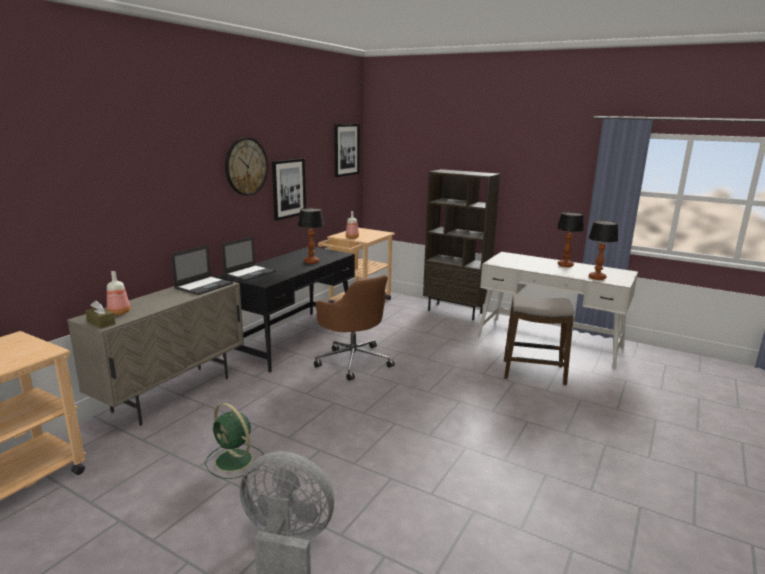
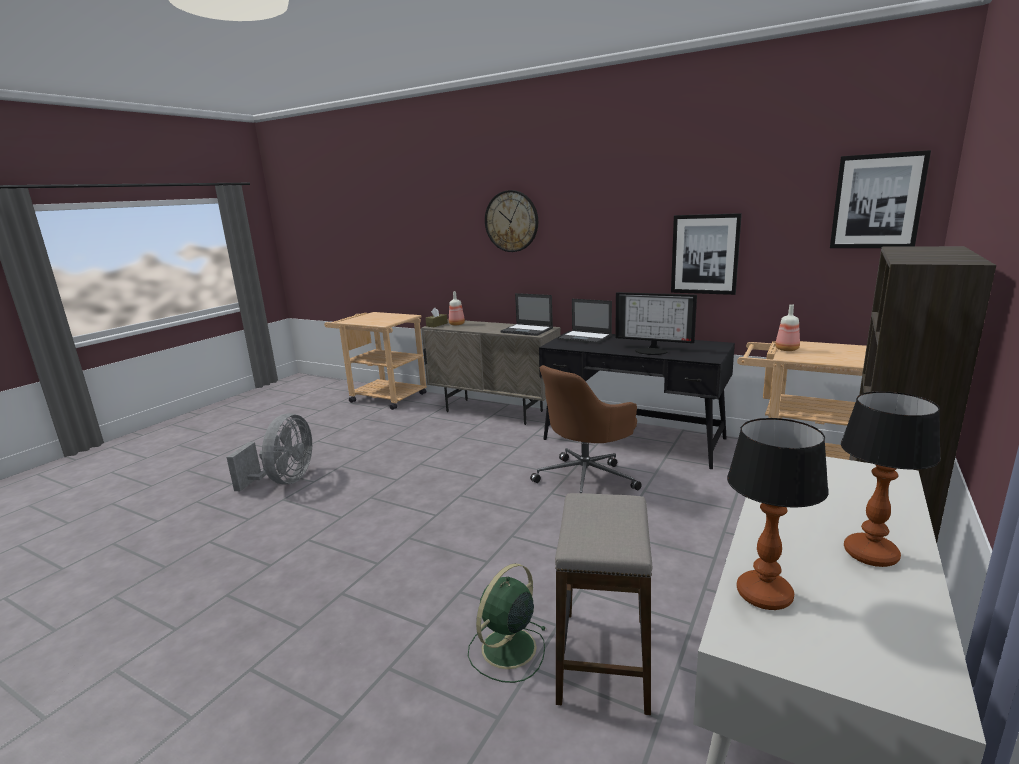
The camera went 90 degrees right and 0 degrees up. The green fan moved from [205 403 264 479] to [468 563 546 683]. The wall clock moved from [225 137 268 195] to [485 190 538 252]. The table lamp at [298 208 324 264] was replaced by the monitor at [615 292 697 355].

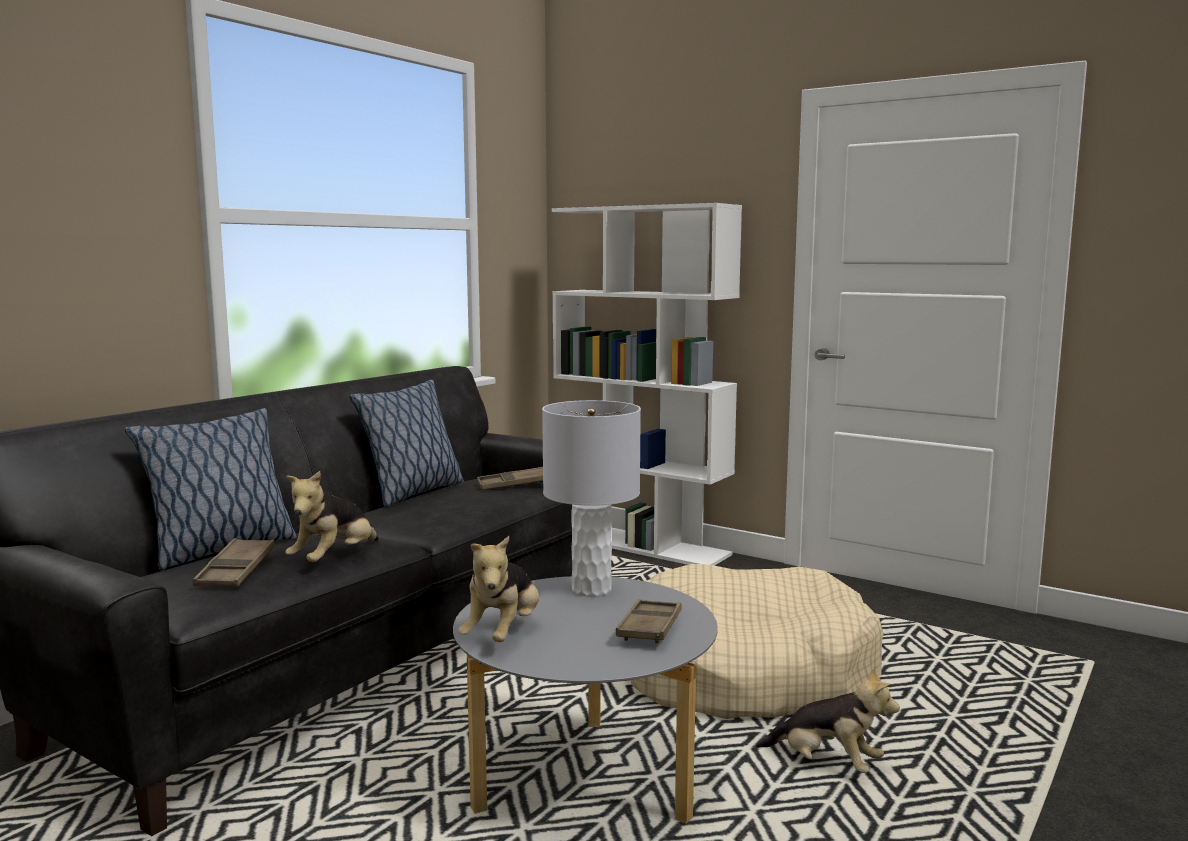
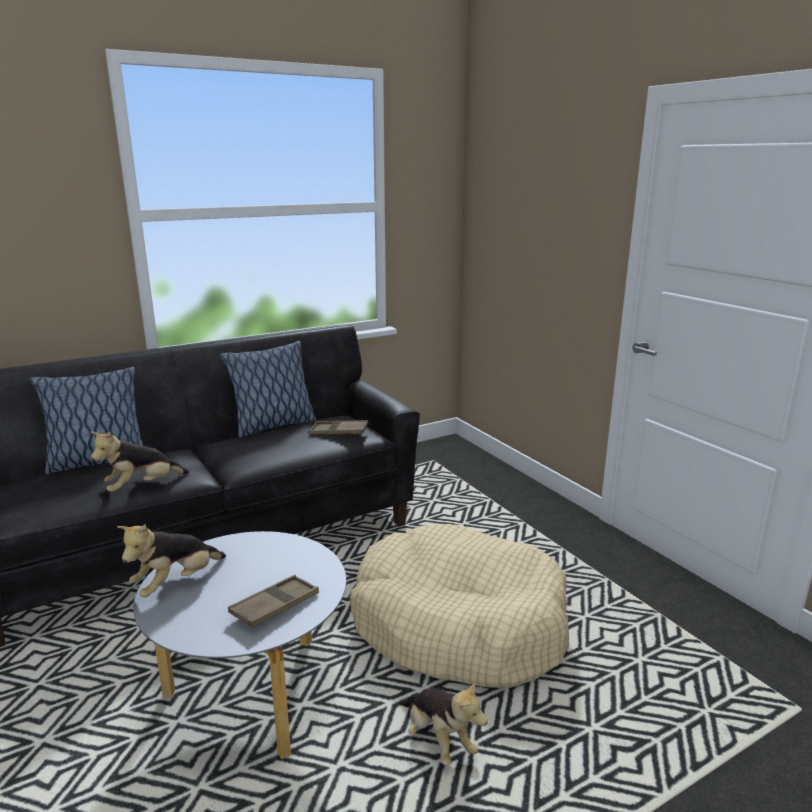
The camera went 25 degrees right and 10 degrees up. The brown tray at [193 538 275 587] disappeared. The grey table lamp at [542 400 641 597] disappeared. The white bookcase at [552 203 742 566] disappeared.

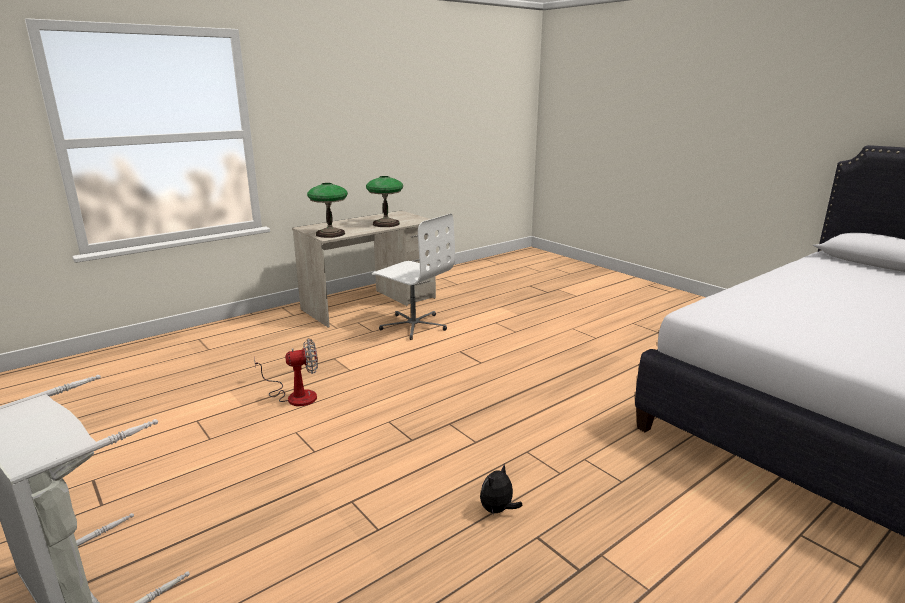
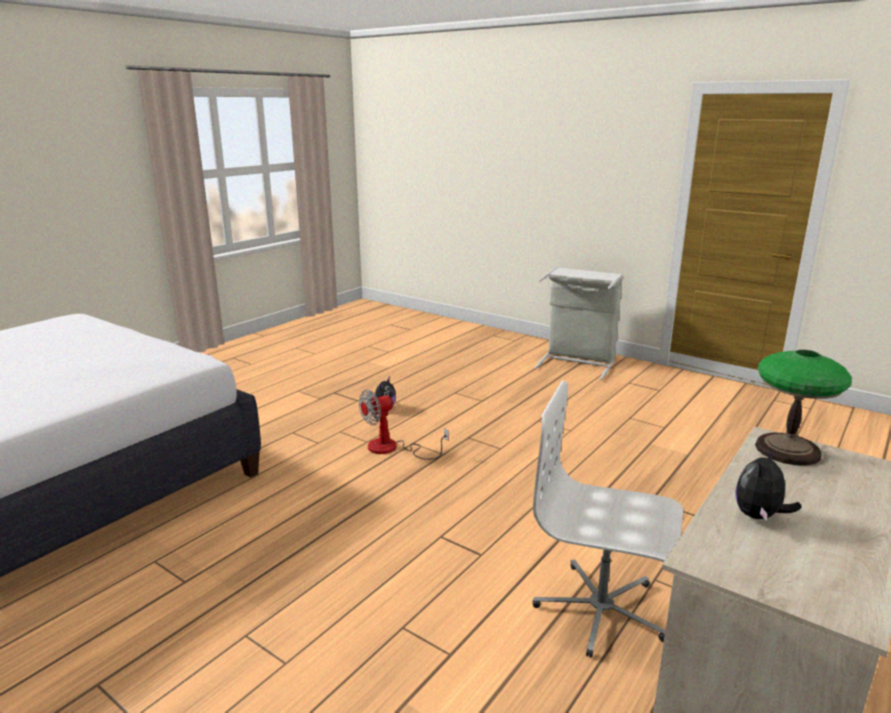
The camera went 165 degrees right and 0 degrees up. The fan moved from [254 339 318 406] to [359 390 449 460]. The table lamp at [366 176 403 227] was replaced by the plush toy at [735 449 801 521].

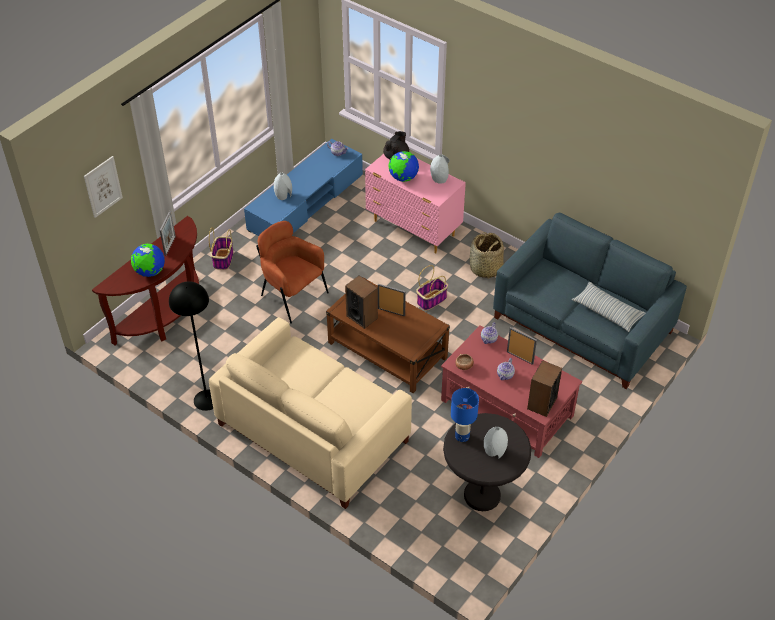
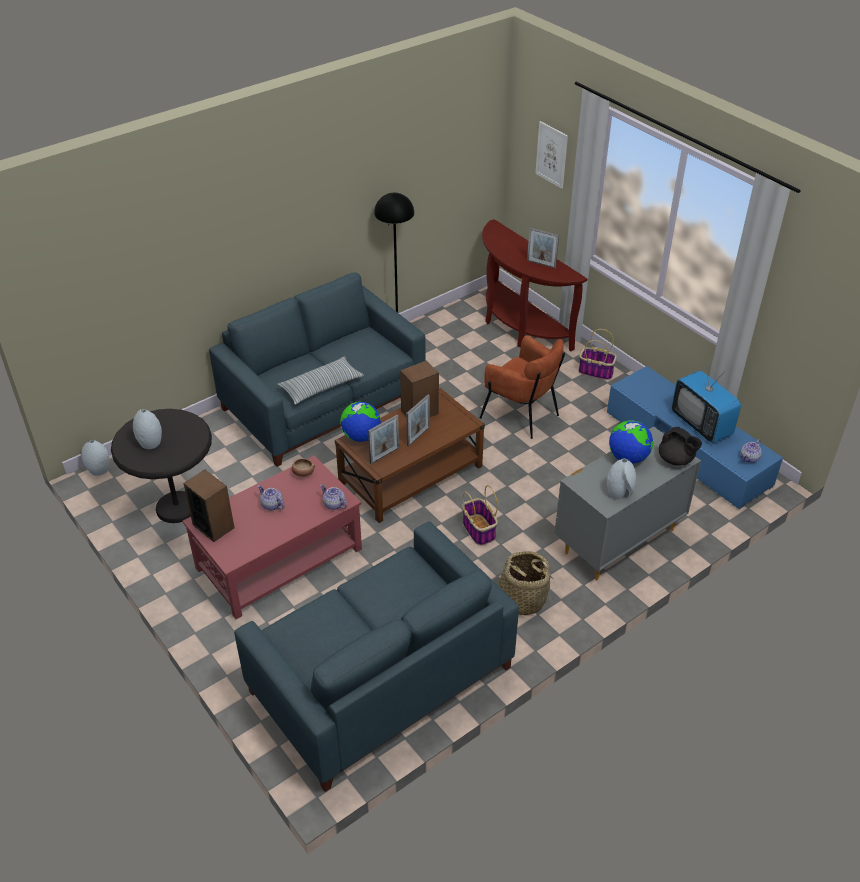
The camera went 105 degrees right and 5 degrees down. The globe moved from [131 244 165 277] to [340 402 381 442]. The beige sofa at [209 317 412 509] became the blue sofa at [209 272 426 467]. The brown armchair at [256 221 329 324] turned 75 degrees clockwise. The grey vase moved from [274 173 292 200] to [81 440 110 476]. The pink dresser at [365 154 466 253] became the grey dresser at [554 426 701 581]. The blue table lamp at [451 388 479 442] disappeared. The picture frame moved from [507 327 537 365] to [368 415 399 464]. The pillow moved from [572 282 646 332] to [277 356 364 404]. The television at [671 357 741 443] appeared.

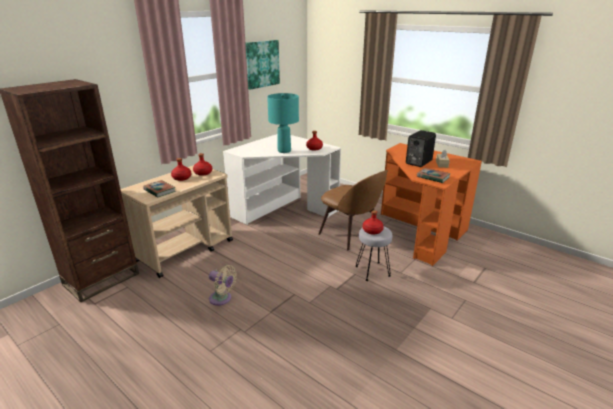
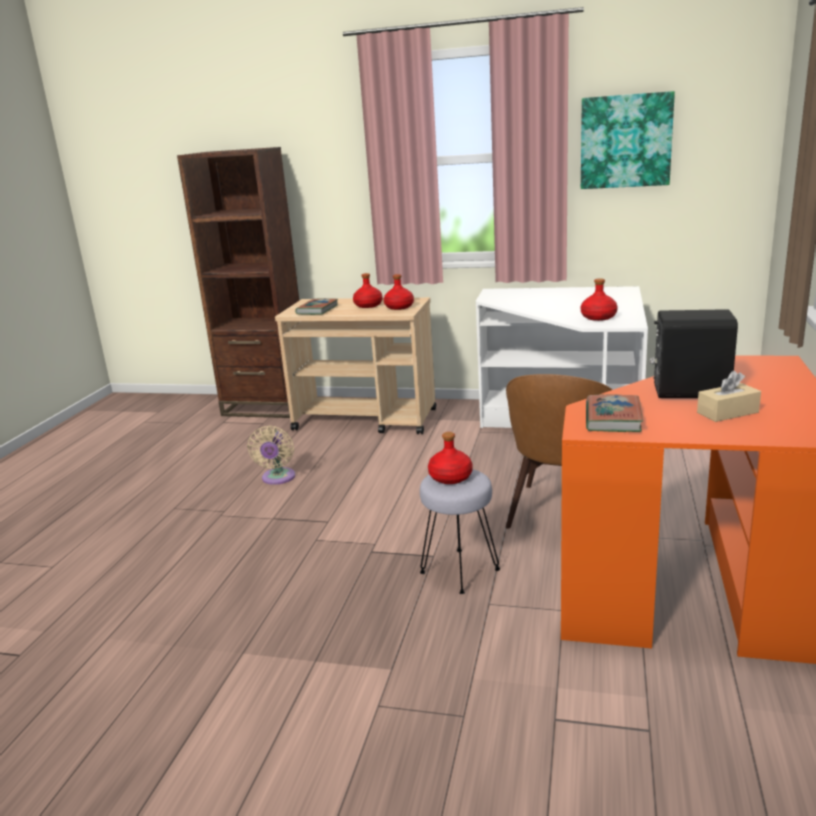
The camera went 65 degrees right and 5 degrees down. The turquoise table lamp at [267 93 299 153] disappeared.

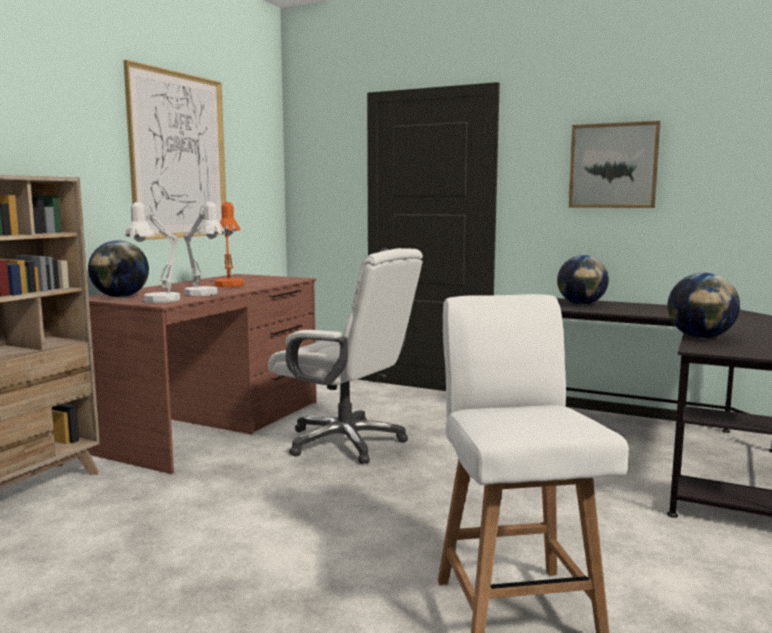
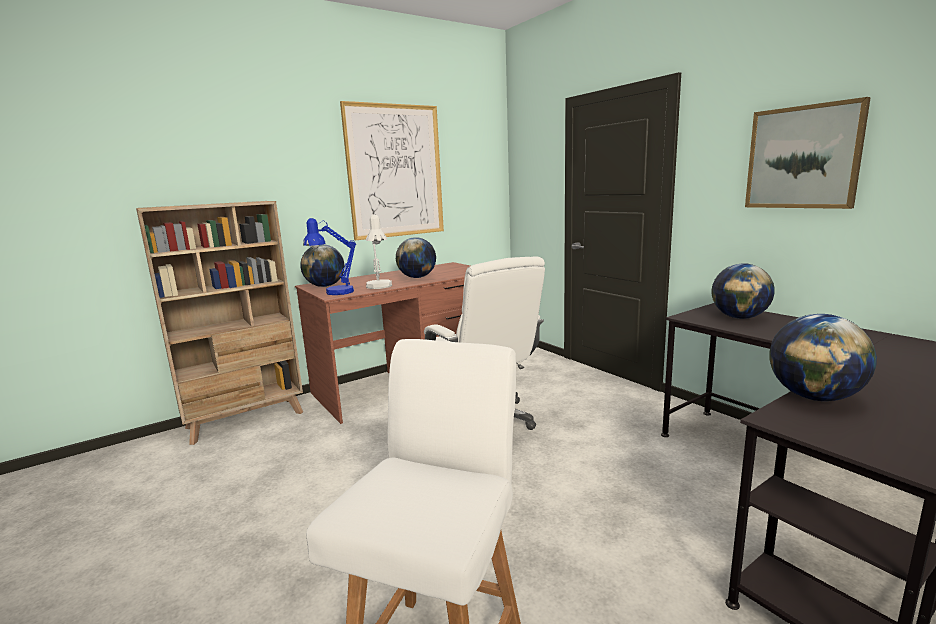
The camera went 30 degrees right and 5 degrees up. The white table lamp at [125 202 180 303] became the blue table lamp at [303 218 356 295]. The orange table lamp at [215 202 245 287] was replaced by the globe at [396 237 436 278].

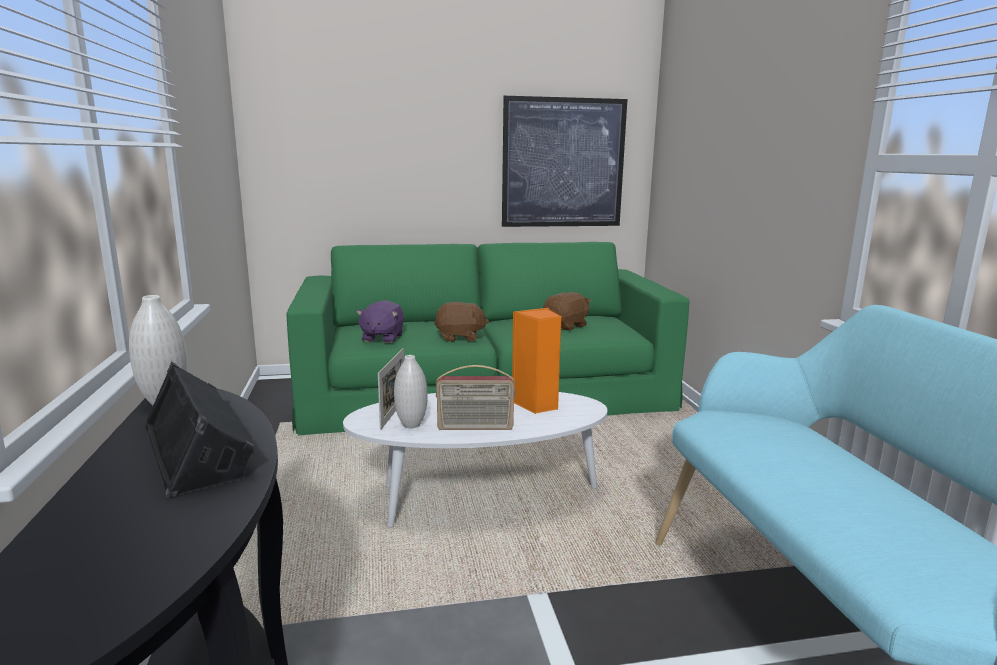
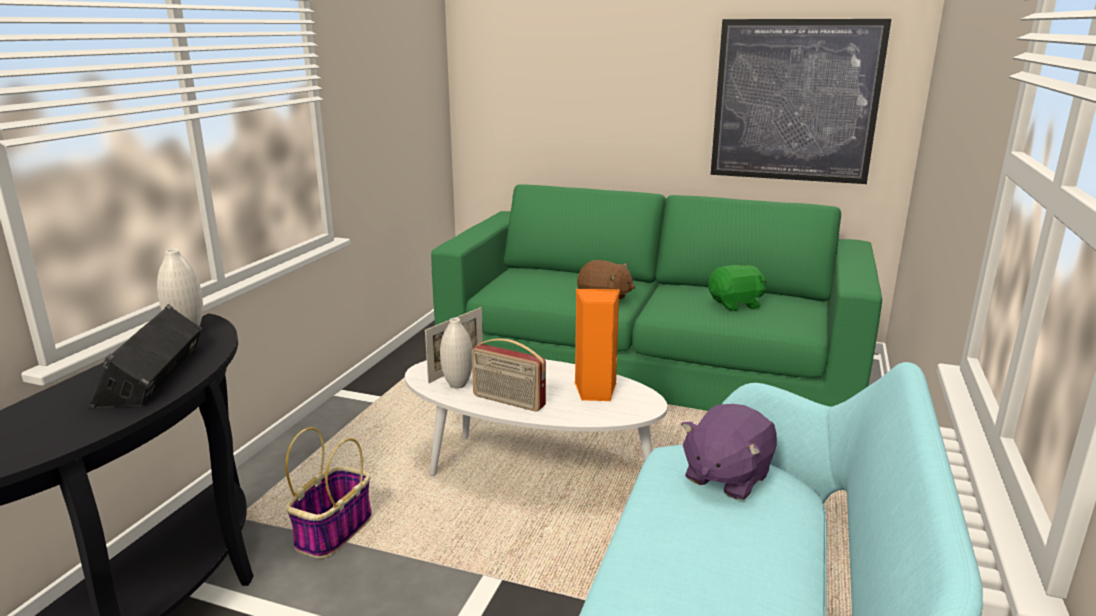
The camera went 30 degrees right and 5 degrees up. The purple plush toy moved from [356 300 404 343] to [681 404 777 500]. The brown plush toy at [543 292 591 330] became the green plush toy at [708 265 767 311]. The basket at [285 427 372 559] appeared.

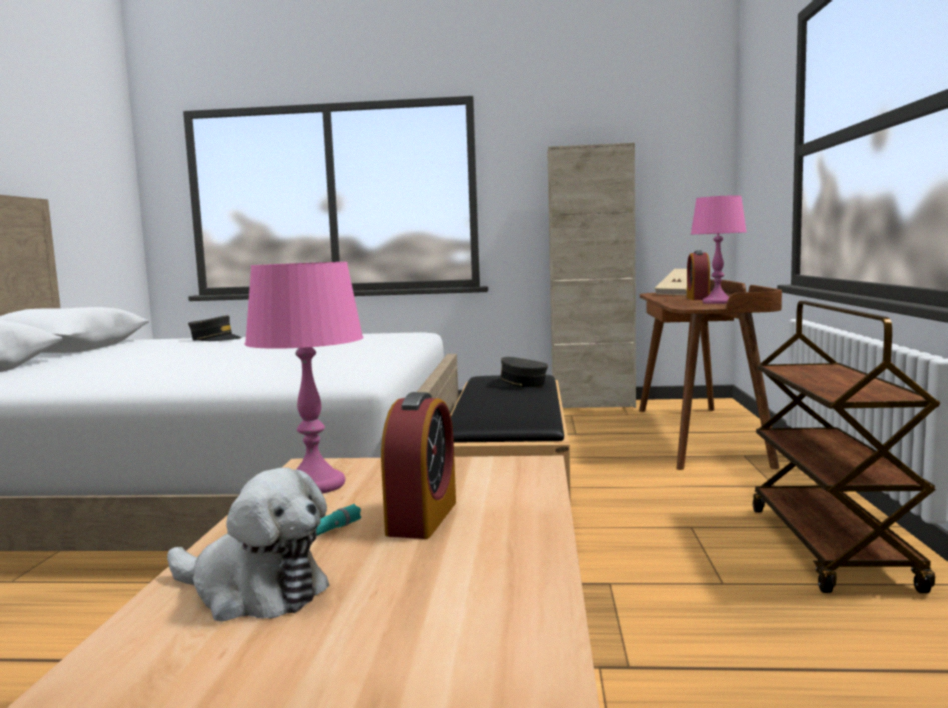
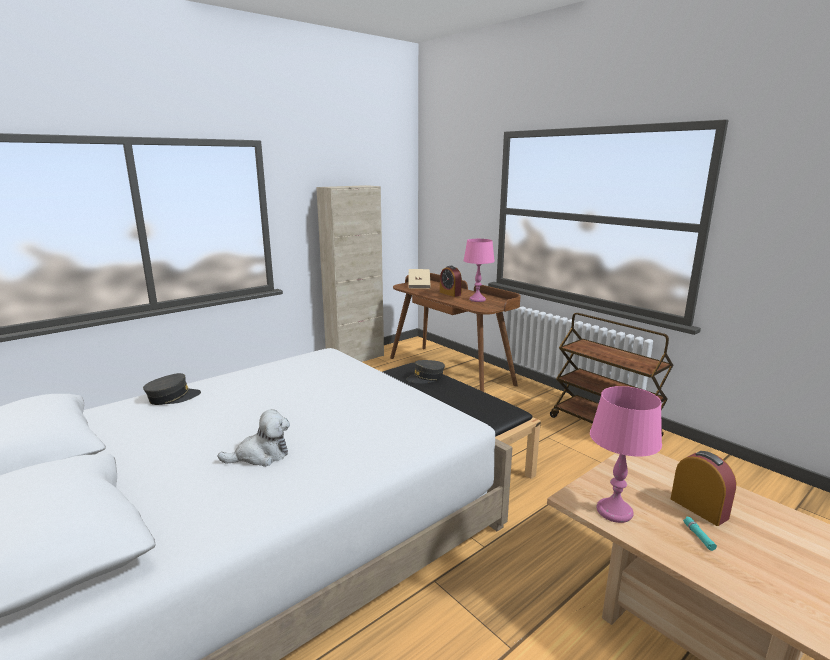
The camera went 45 degrees left and 10 degrees up. The plush toy moved from [167 467 329 621] to [218 409 290 467].

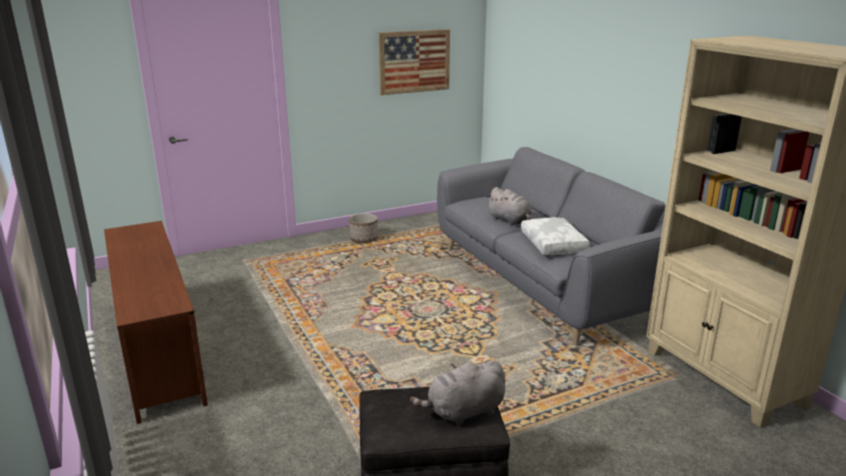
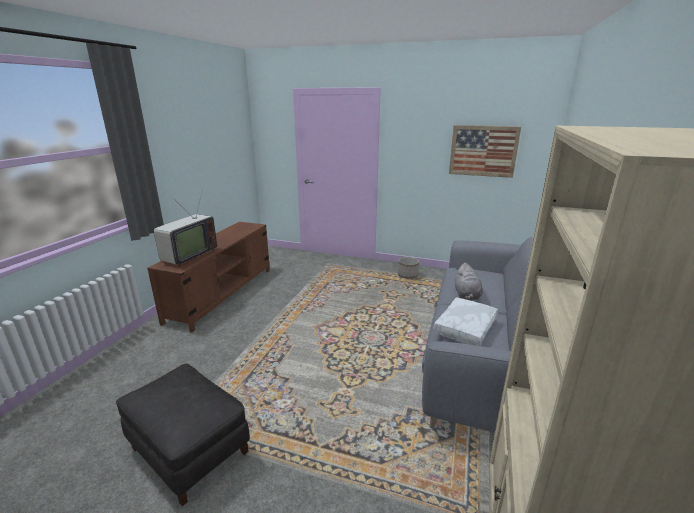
The camera went 45 degrees right and 0 degrees up. The grey plush toy at [410 360 505 426] disappeared. The television at [154 192 217 267] appeared.

